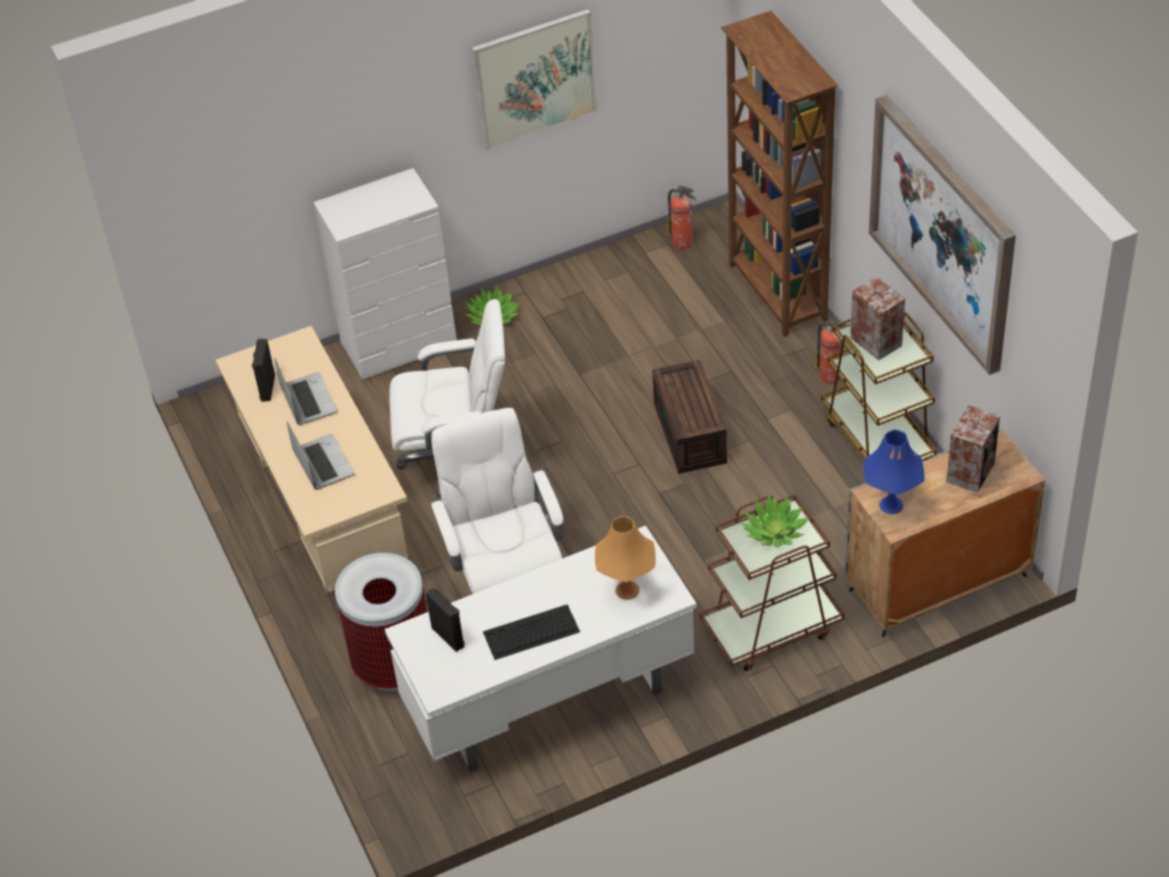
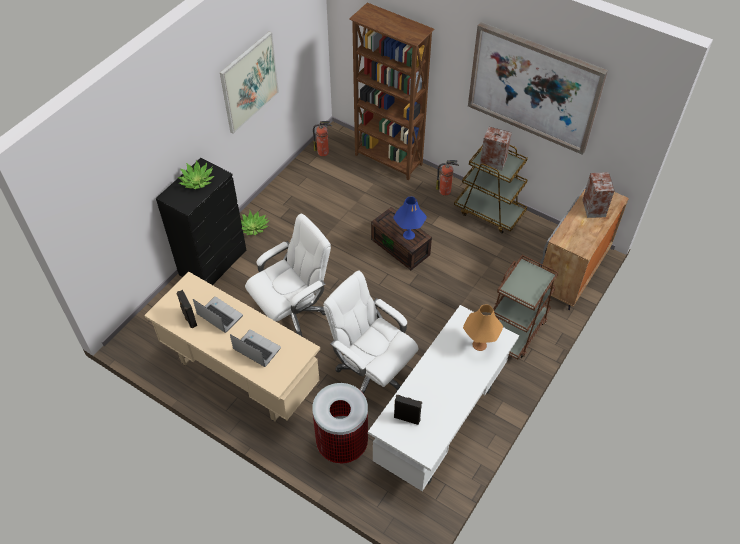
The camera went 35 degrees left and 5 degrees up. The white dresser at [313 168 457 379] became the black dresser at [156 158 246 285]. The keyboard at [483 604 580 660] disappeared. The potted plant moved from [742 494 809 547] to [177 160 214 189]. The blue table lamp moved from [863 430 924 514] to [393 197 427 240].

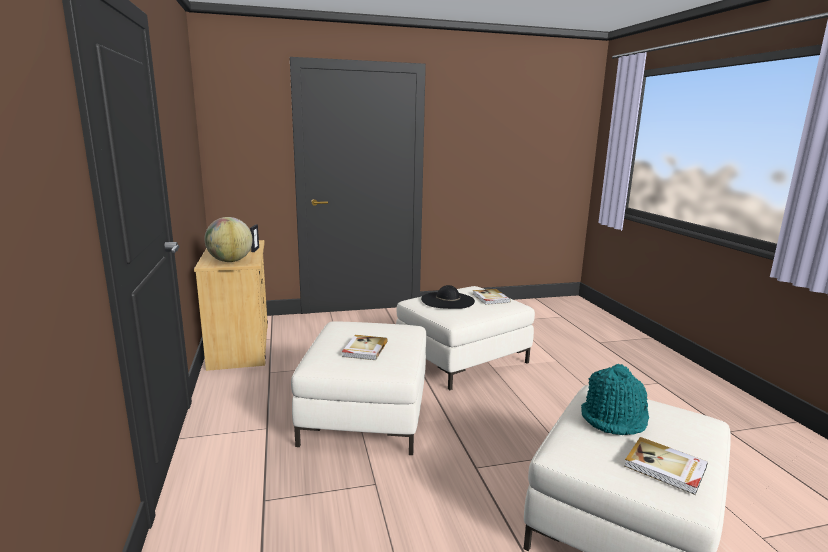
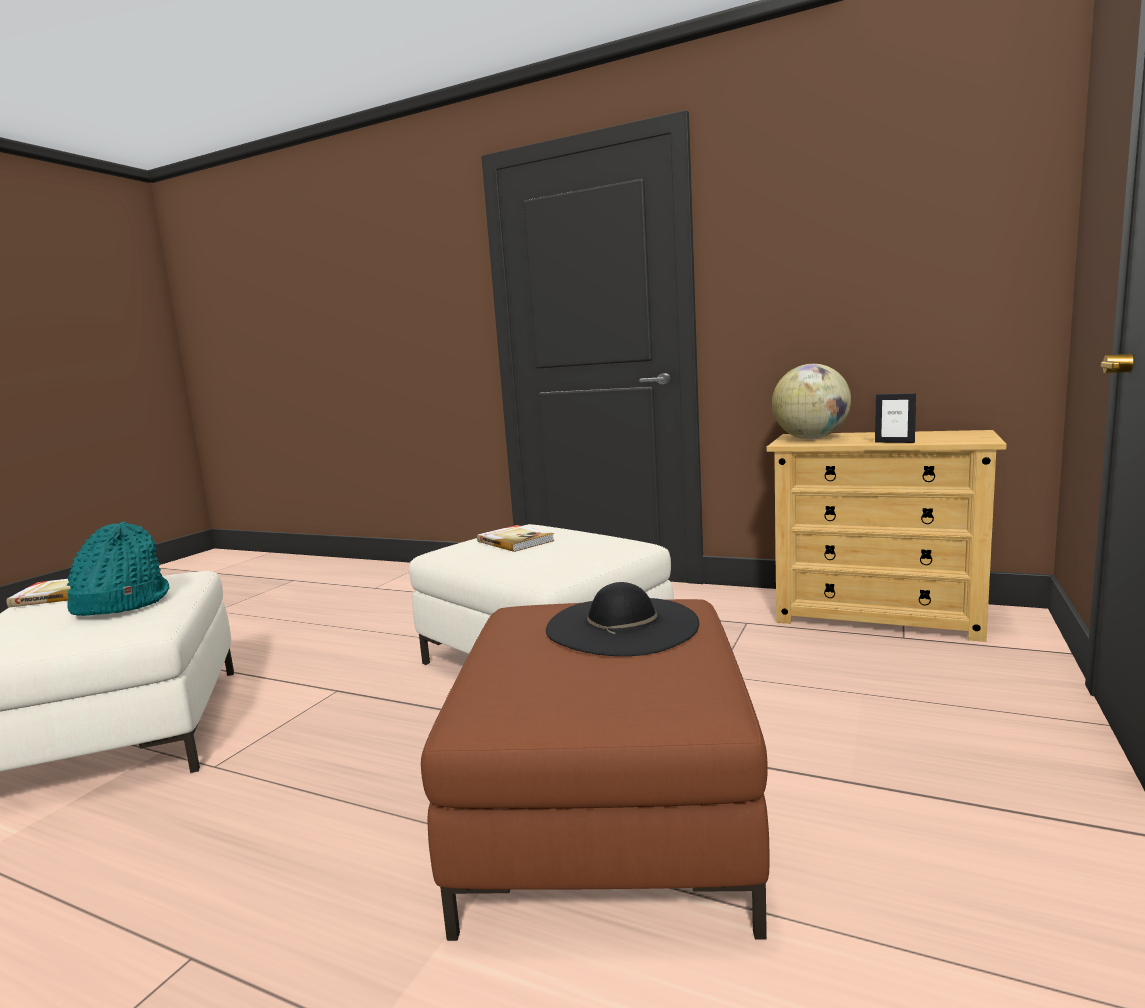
The camera went 130 degrees right and 5 degrees down. The white ottoman at [396 286 535 390] became the brown ottoman at [421 599 769 941]. The book at [473 289 511 305] disappeared.

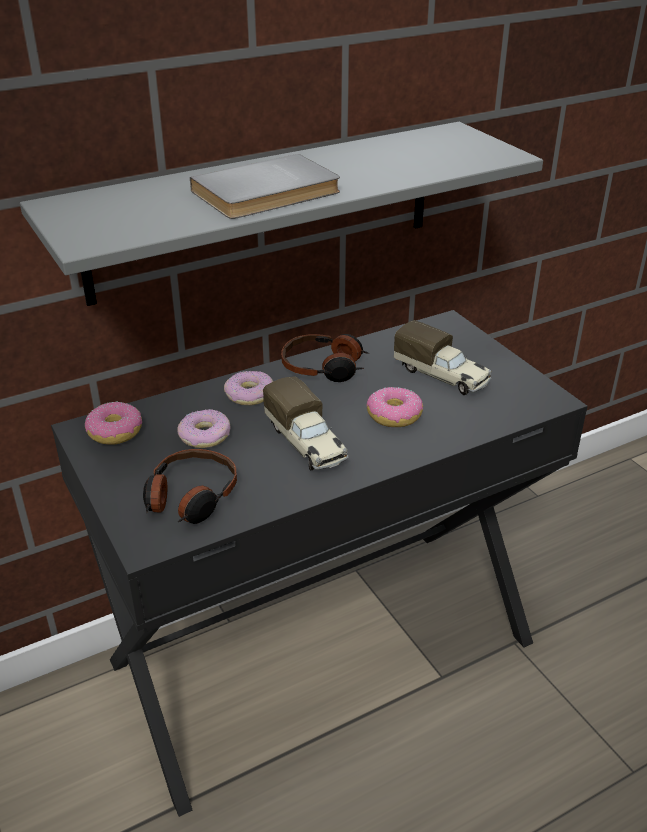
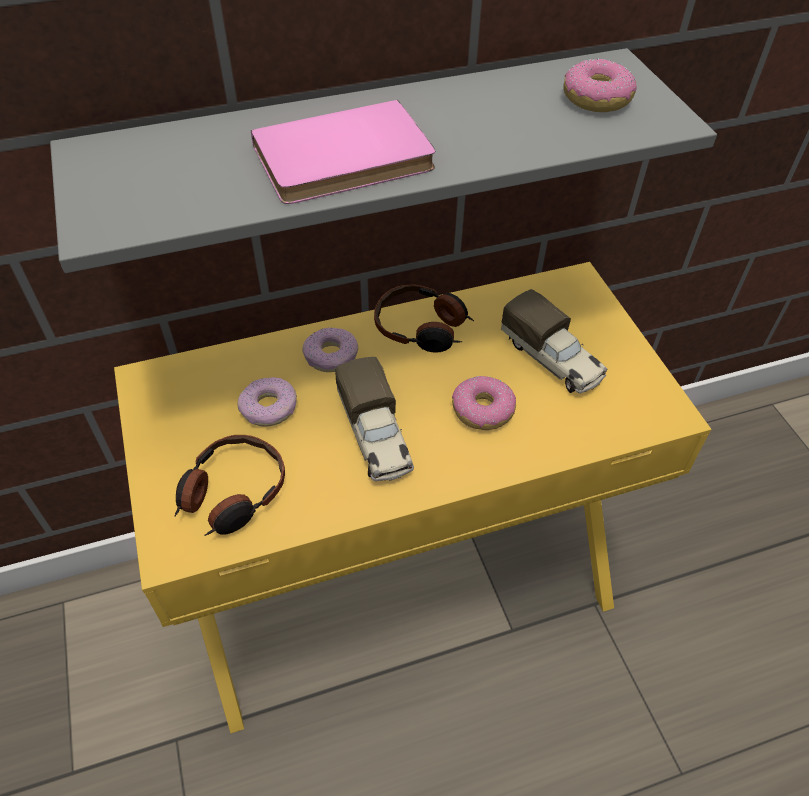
The camera went 10 degrees right and 15 degrees up. The black desk at [51 310 588 817] became the yellow desk at [114 262 711 733]. The donut moved from [85 402 142 445] to [563 58 637 112]. The grey book at [190 154 340 219] became the pink book at [251 100 435 204].

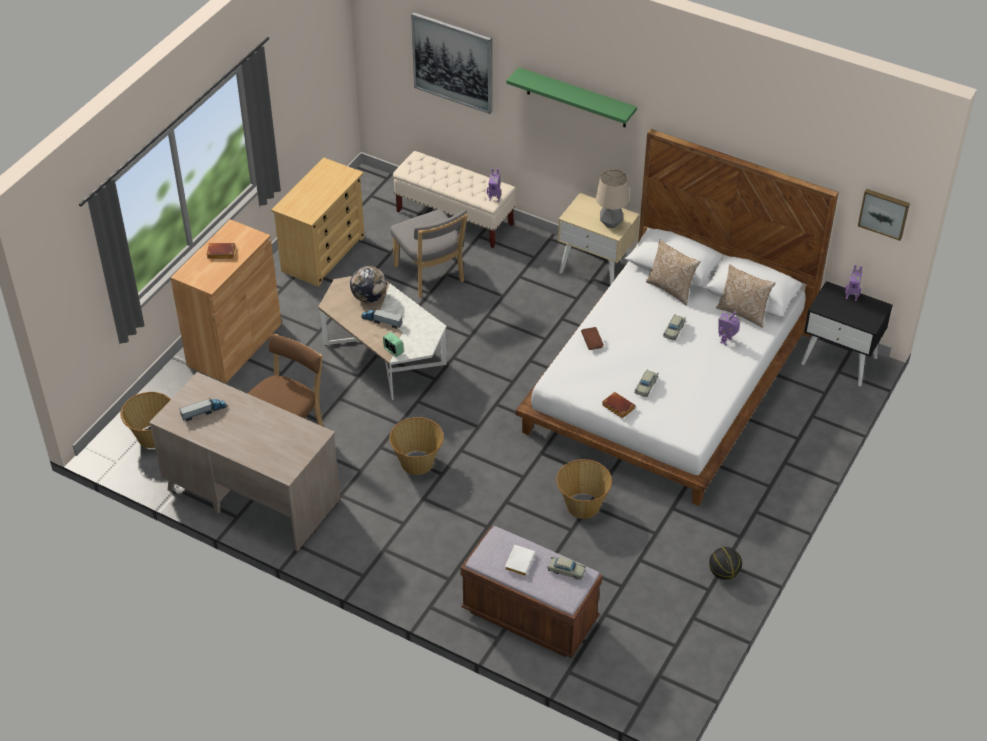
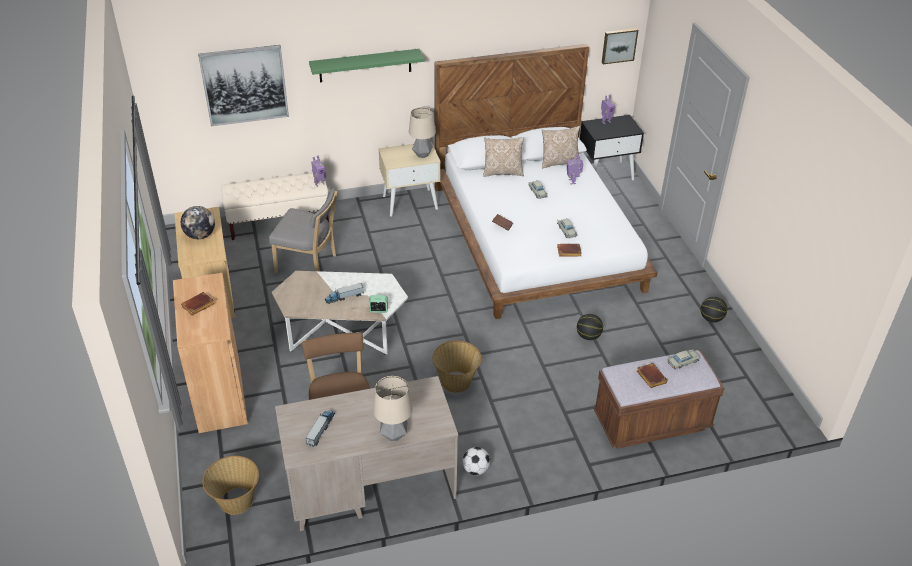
The camera went 45 degrees left and 5 degrees down. The globe moved from [350 266 387 303] to [181 206 215 239]. The white book at [505 545 536 576] became the brown book at [637 363 668 388]. The basket at [556 459 612 519] was replaced by the basketball at [577 314 603 340]. The table lamp at [373 376 413 441] appeared. The football at [462 447 490 475] appeared.

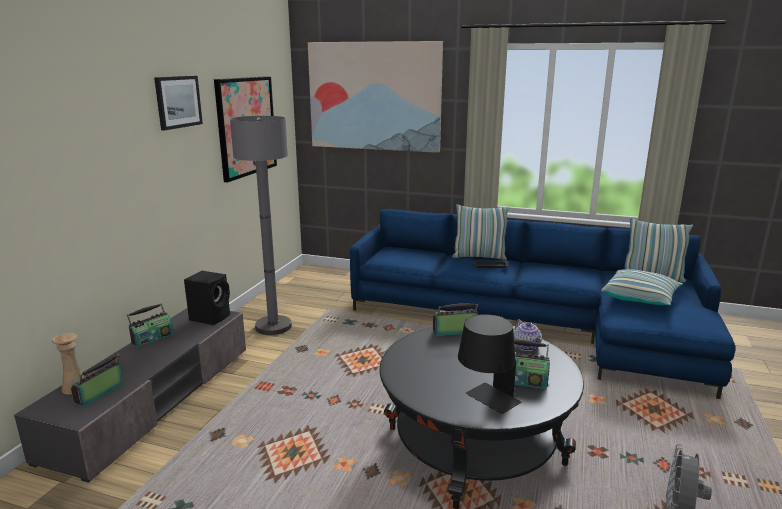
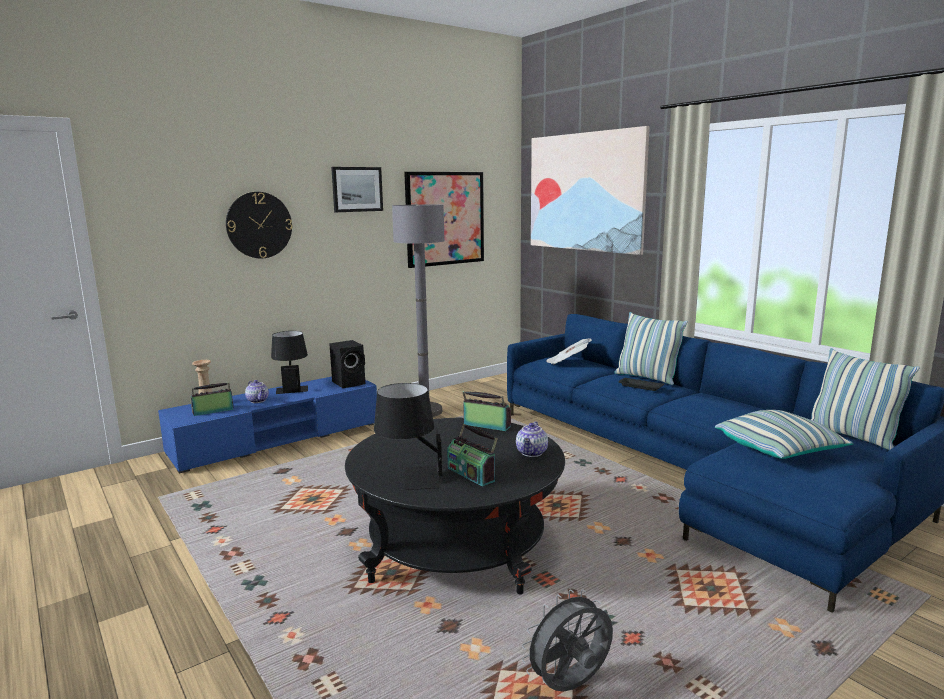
The camera went 35 degrees right and 5 degrees down. The grey tv stand at [14 308 246 483] became the blue tv stand at [158 377 377 474]. The radio at [127 303 174 348] was replaced by the black table lamp at [271 331 308 394]. The wall clock at [226 192 292 258] appeared. The teapot at [245 380 269 403] appeared. The newspaper at [546 338 592 365] appeared.

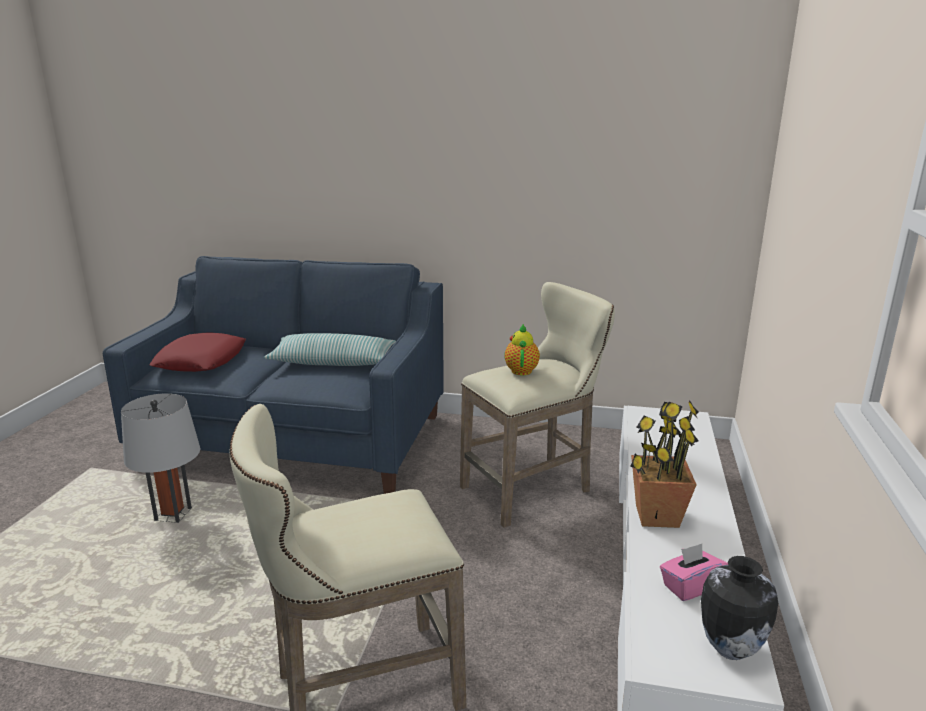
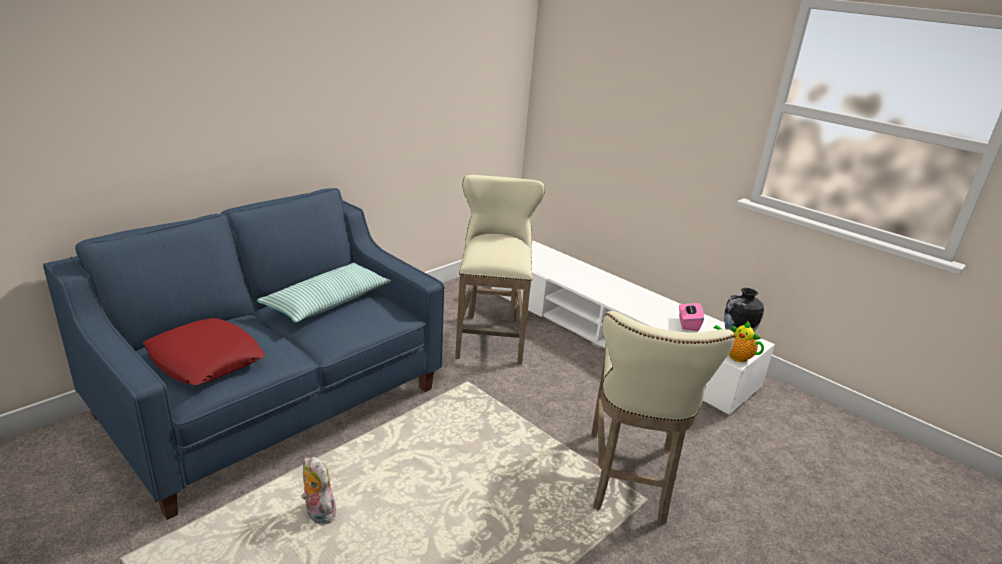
The camera went 60 degrees left and 5 degrees up. The grey table lamp at [121 393 201 523] was replaced by the plush toy at [302 457 336 525]. The teapot moved from [504 324 540 375] to [713 321 764 362]. The potted plant at [631 400 699 528] disappeared.

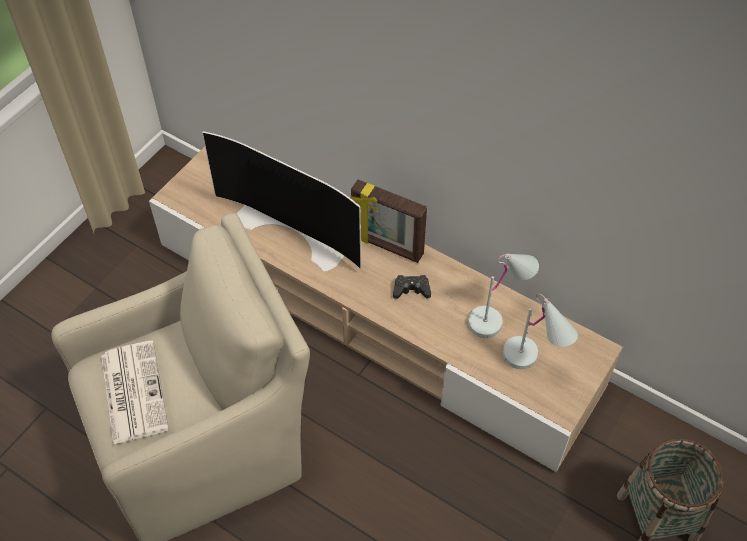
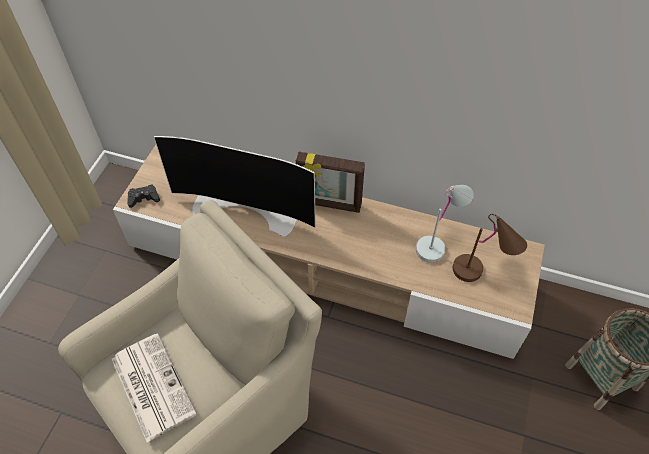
The camera went 15 degrees left and 0 degrees up. The black game controller moved from [393 275 431 299] to [127 185 160 208]. The white table lamp at [503 293 578 369] became the brown table lamp at [452 214 527 282].

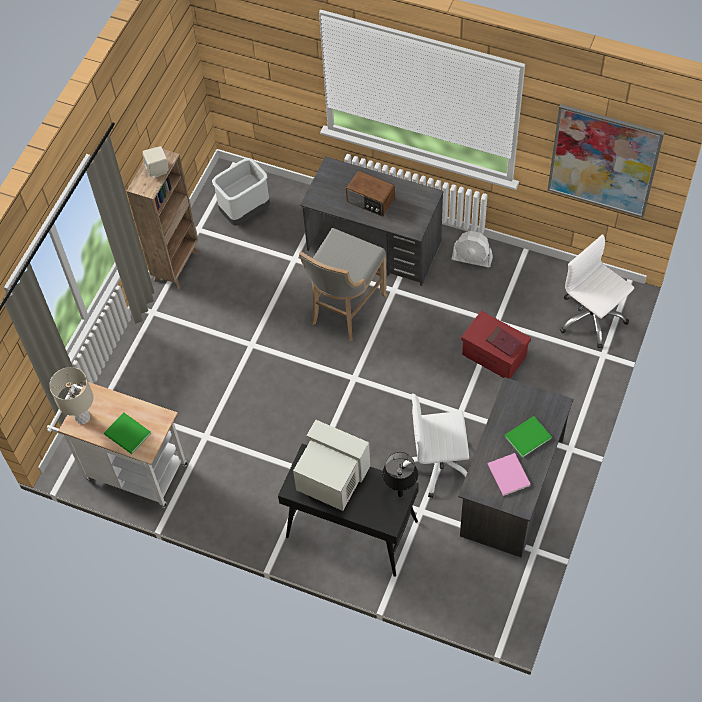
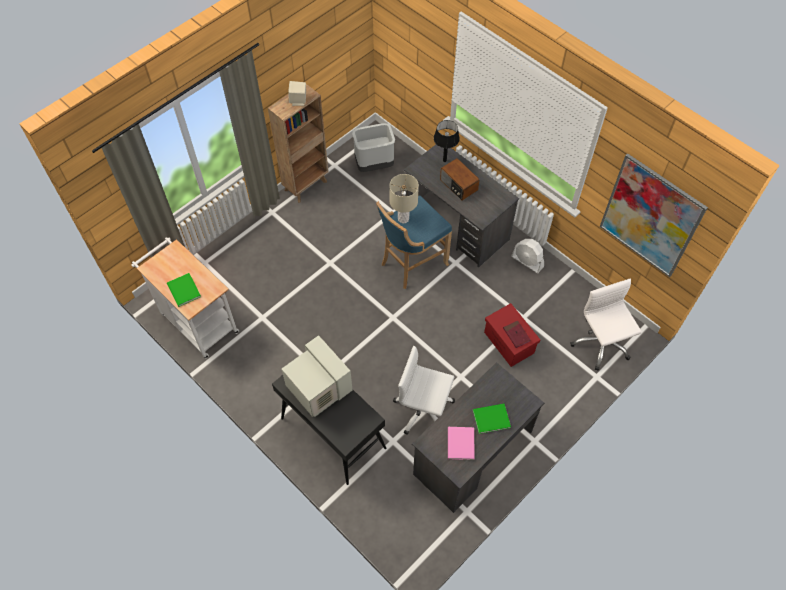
The camera went 20 degrees right and 0 degrees up. The beige table lamp moved from [49 367 93 424] to [389 174 419 223]. The grey stool at [299 228 387 341] became the blue stool at [376 195 452 289]. The black table lamp moved from [382 452 418 497] to [434 120 460 162].

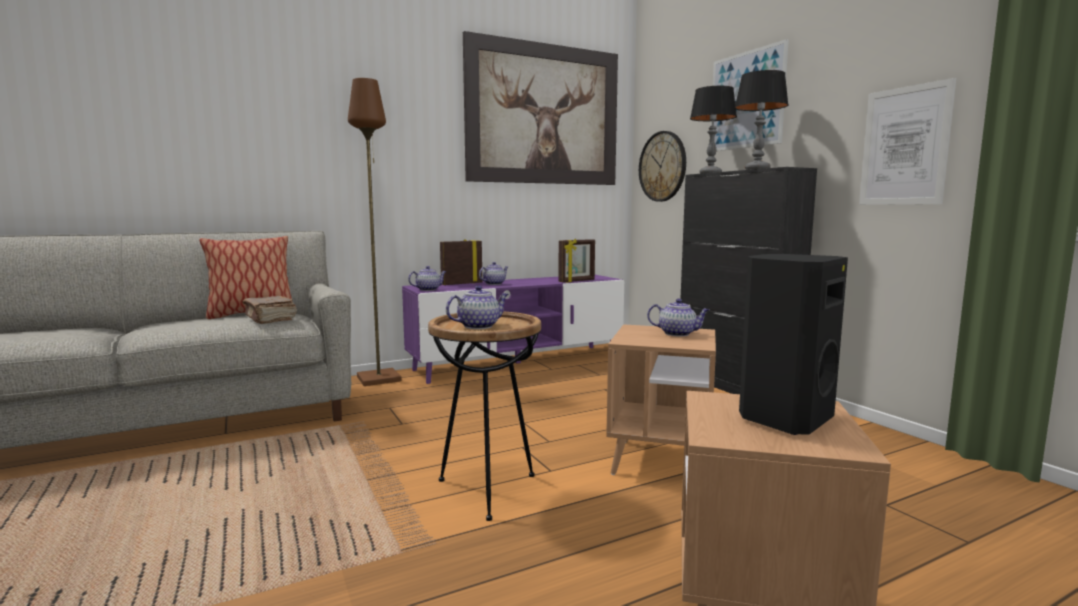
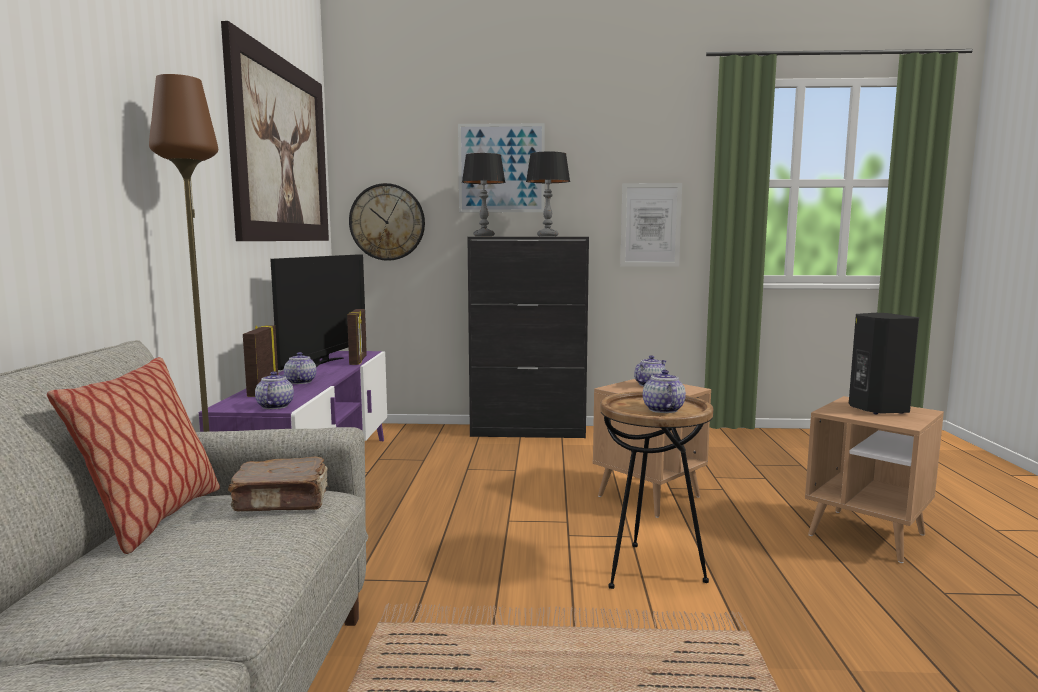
The camera went 60 degrees left and 0 degrees up. The television at [270 254 366 370] appeared.

